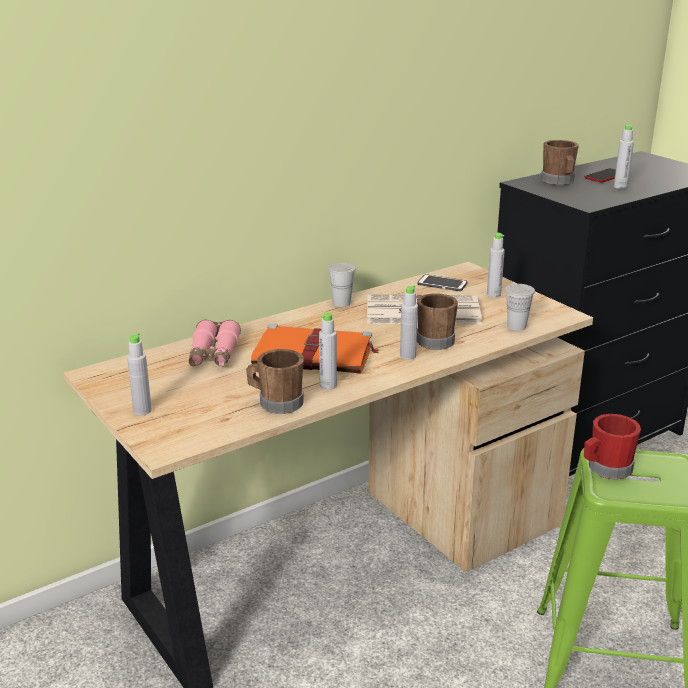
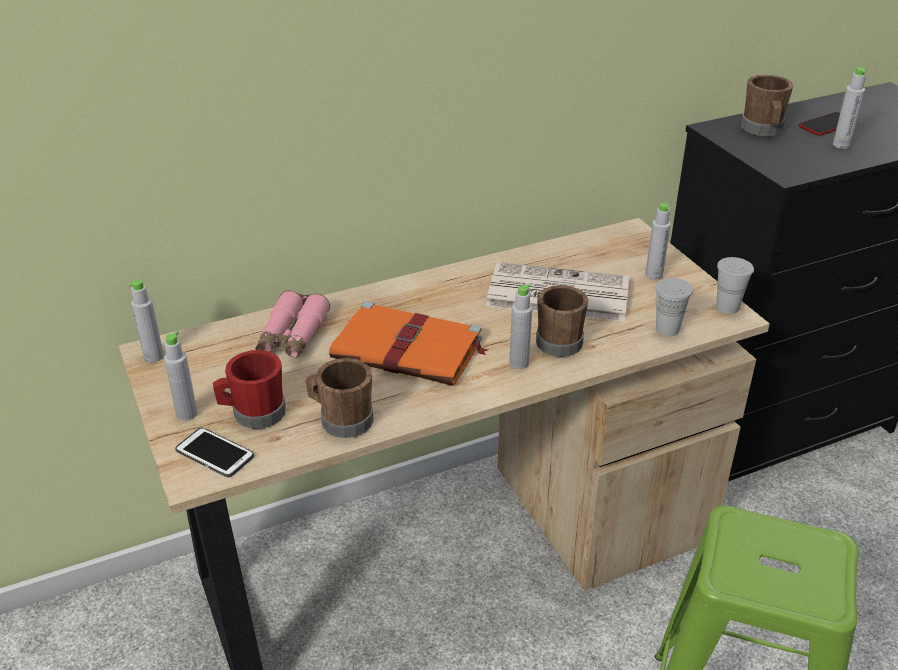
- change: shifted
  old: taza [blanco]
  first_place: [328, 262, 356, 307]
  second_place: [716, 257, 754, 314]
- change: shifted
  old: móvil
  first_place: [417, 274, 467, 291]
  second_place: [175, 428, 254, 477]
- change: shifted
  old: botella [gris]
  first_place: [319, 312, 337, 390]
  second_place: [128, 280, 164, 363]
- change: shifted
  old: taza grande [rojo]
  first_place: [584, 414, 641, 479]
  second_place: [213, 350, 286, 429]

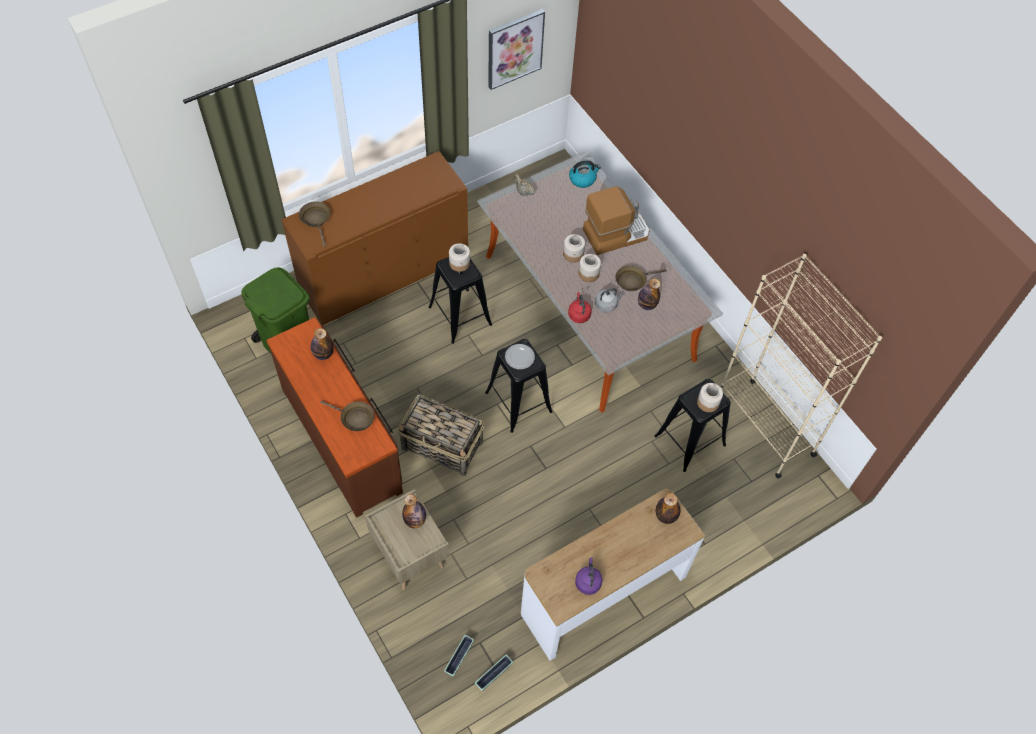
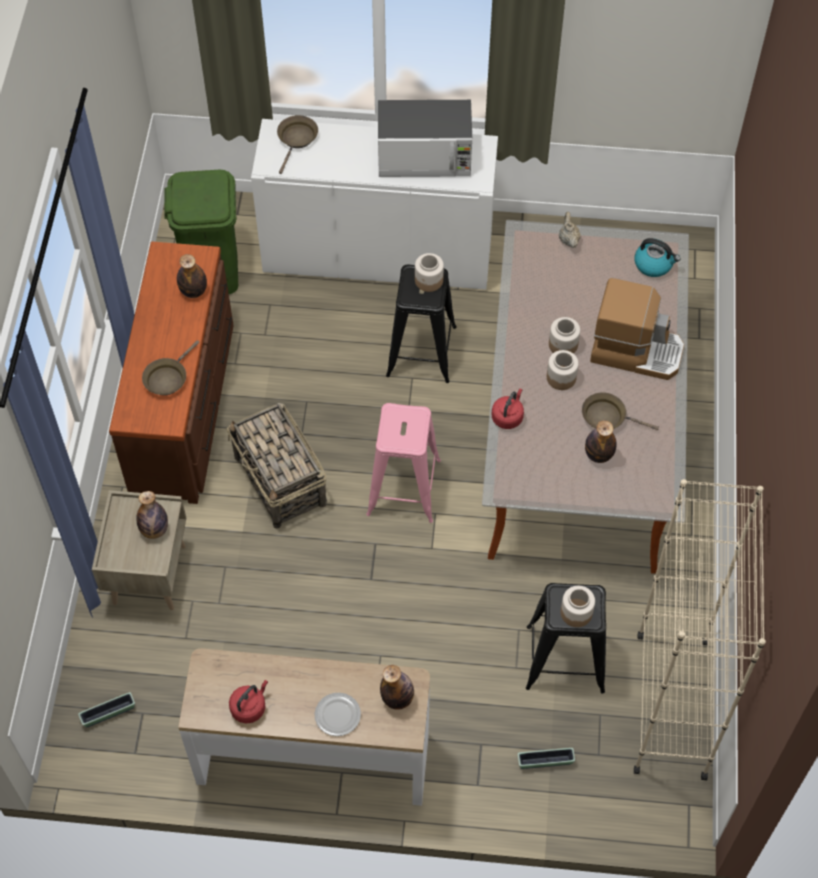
- change: gone
  old: cuadro
  first_place: [488, 9, 545, 90]
- change: repainted
  old: armario [marrón]
  new: armario [blanco]
  first_place: [281, 151, 468, 325]
  second_place: [251, 119, 498, 290]
- change: gone
  old: hervidor [gris]
  first_place: [595, 288, 625, 312]
- change: repainted
  old: taburete [negro]
  new: taburete [rosa]
  first_place: [485, 339, 553, 433]
  second_place: [366, 403, 441, 523]
- change: shifted
  old: plato
  first_place: [505, 344, 535, 369]
  second_place: [315, 693, 361, 736]
- change: rotated
  old: sartén [marrón]
  first_place: [320, 401, 375, 431]
  second_place: [142, 340, 199, 395]
  degrees: 60
- change: repainted
  old: hervidor [morado]
  new: hervidor [rojo]
  first_place: [575, 557, 602, 595]
  second_place: [229, 680, 268, 723]
- change: shifted
  old: maceta
  first_place: [475, 655, 513, 691]
  second_place: [518, 748, 575, 769]
- change: new
  new: microondas
  second_place: [378, 100, 472, 177]

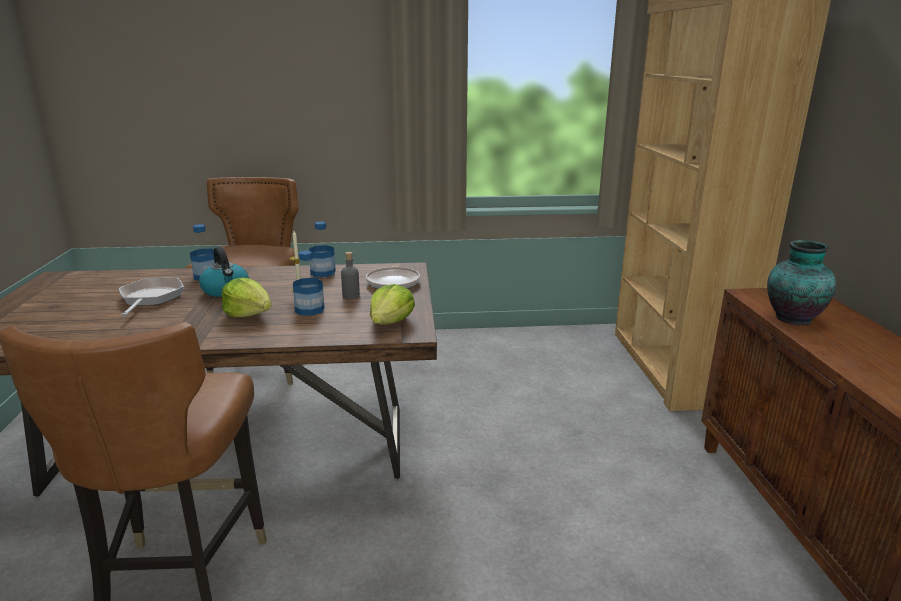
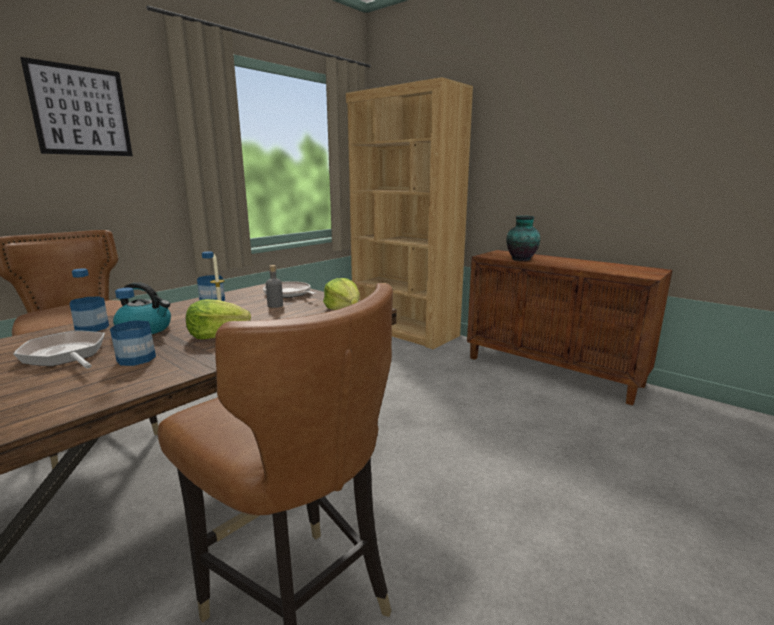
- change: shifted
  old: botella
  first_place: [293, 251, 324, 316]
  second_place: [110, 287, 156, 366]
- change: new
  new: cuadro
  second_place: [20, 57, 133, 156]

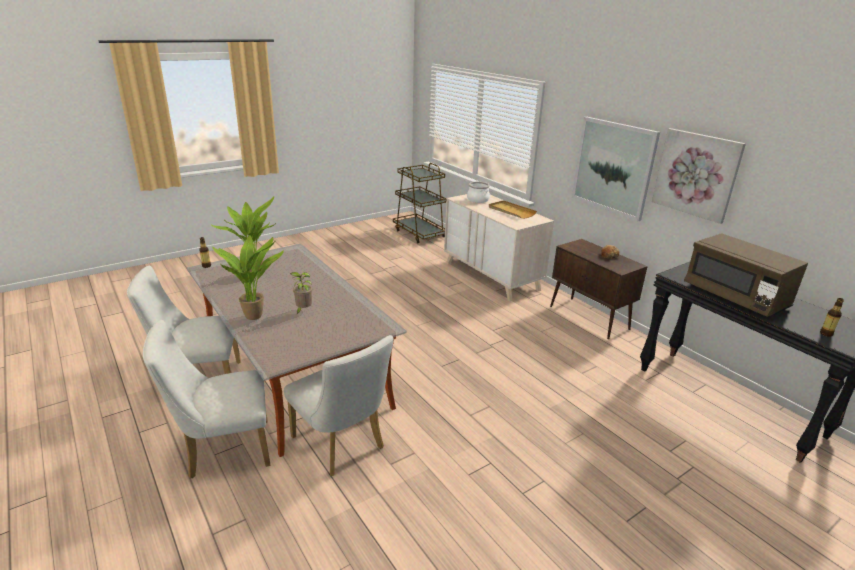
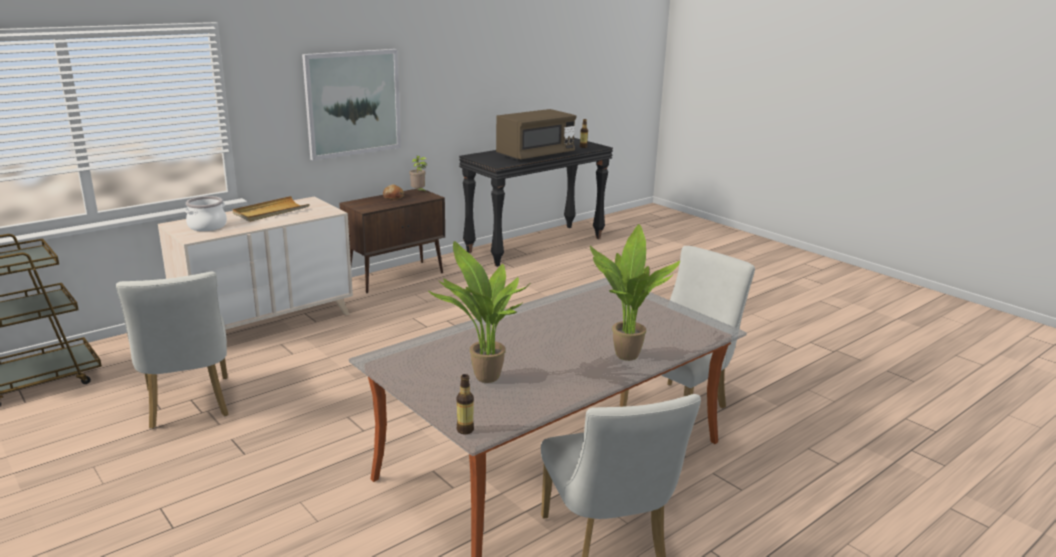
- change: gone
  old: cuadro
  first_place: [652, 128, 746, 224]
- change: shifted
  old: planta en maceta
  first_place: [290, 272, 312, 315]
  second_place: [410, 156, 427, 193]
- change: shifted
  old: silla [blanco]
  first_place: [143, 320, 270, 479]
  second_place: [116, 272, 229, 429]

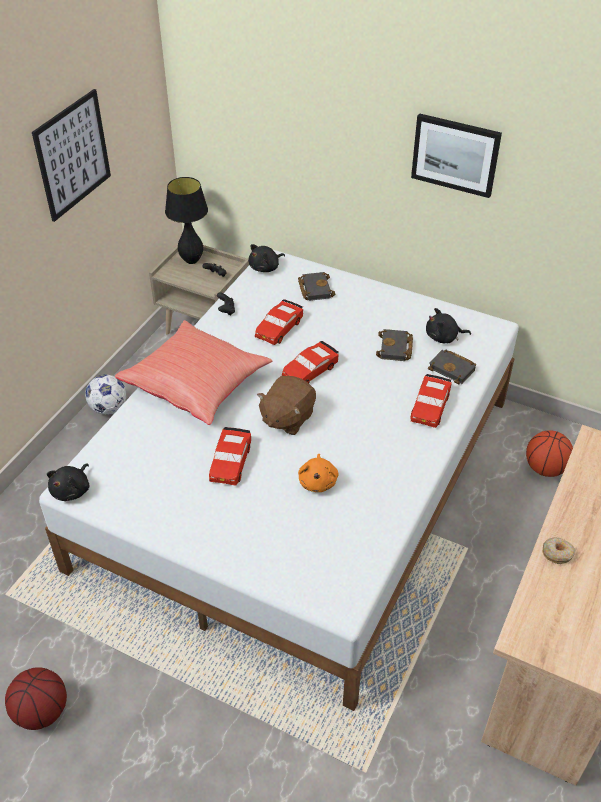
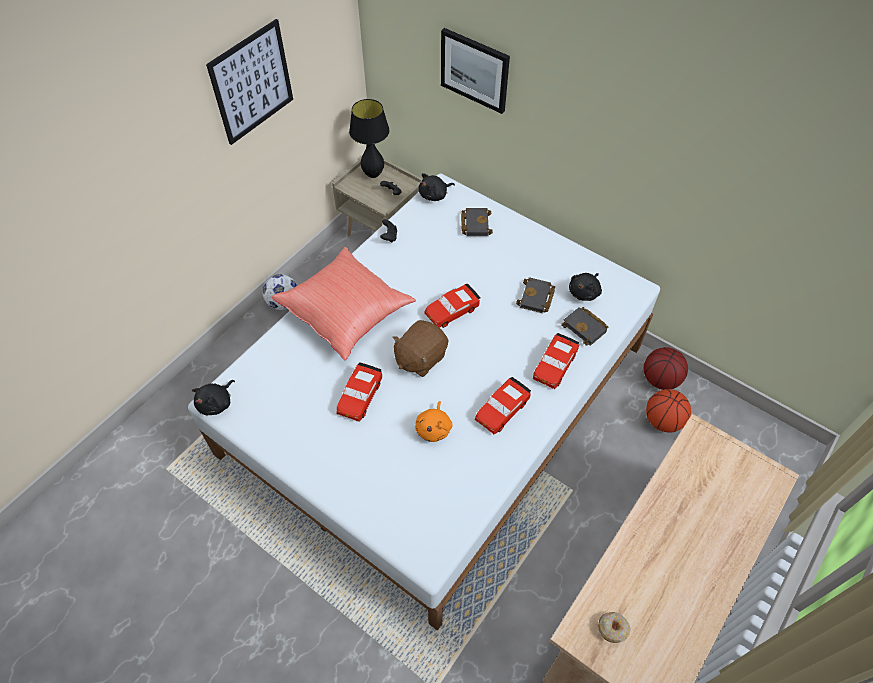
- change: shifted
  old: cuadro
  first_place: [411, 113, 502, 198]
  second_place: [441, 28, 510, 114]
- change: shifted
  old: coche de juguete [rojo]
  first_place: [255, 299, 303, 345]
  second_place: [475, 377, 531, 434]
- change: rotated
  old: peluche [negro]
  first_place: [426, 308, 471, 343]
  second_place: [569, 273, 602, 301]
  degrees: -60
- change: shifted
  old: rosquilla
  first_place: [543, 537, 575, 564]
  second_place: [598, 612, 631, 643]
- change: shifted
  old: balón de baloncesto
  first_place: [5, 667, 67, 730]
  second_place: [644, 347, 688, 390]

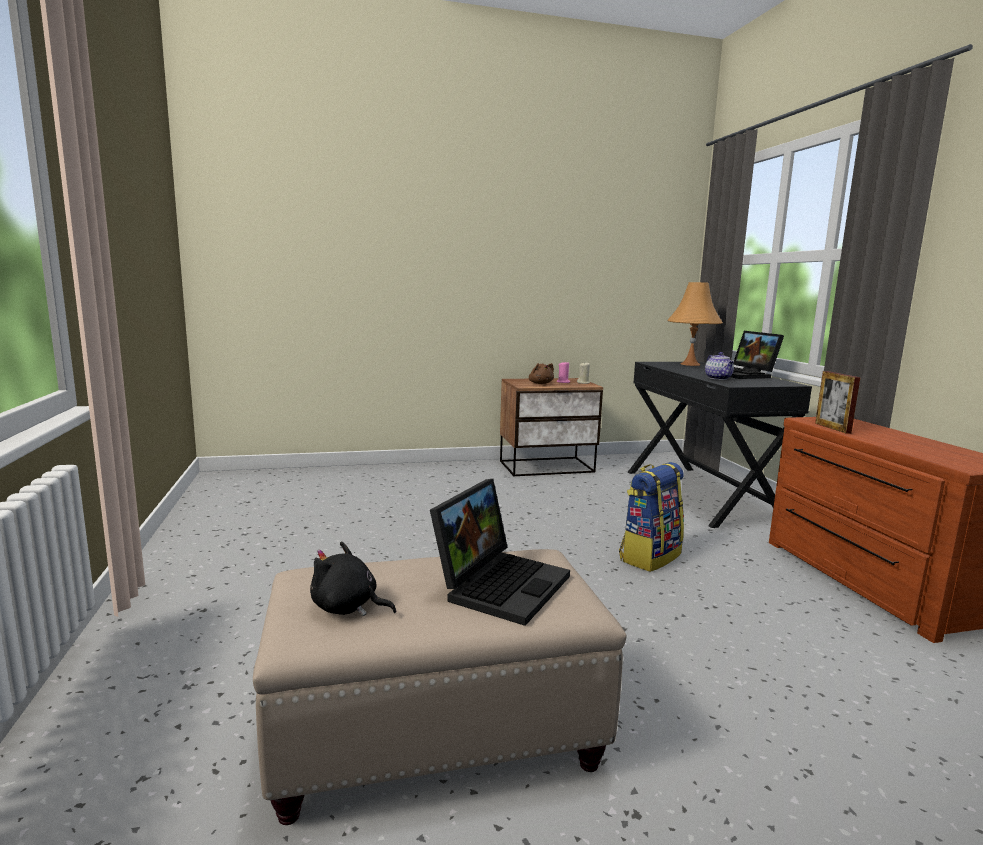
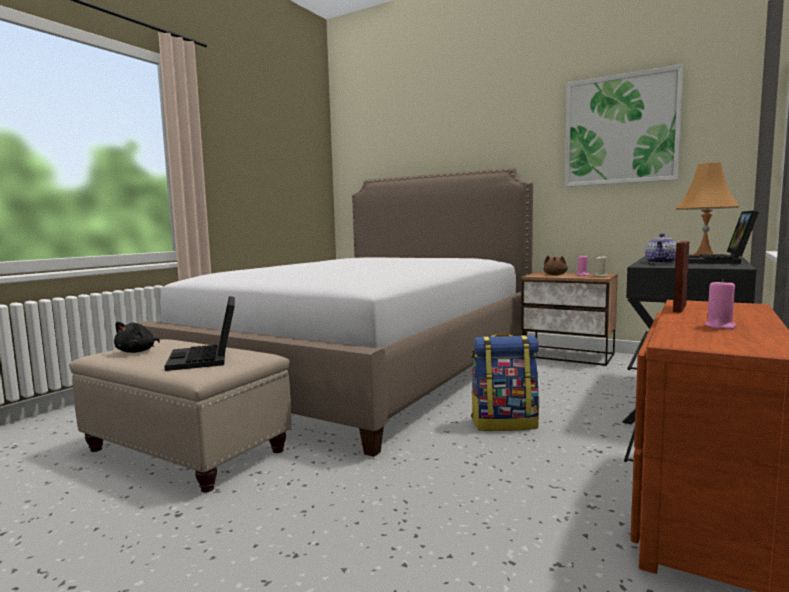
- change: rotated
  old: portátil
  first_place: [430, 479, 570, 626]
  second_place: [165, 296, 235, 371]
  degrees: 90
- change: rotated
  old: peluche [negro]
  first_place: [310, 541, 396, 616]
  second_place: [114, 322, 160, 353]
  degrees: -135
- change: new
  new: cuadro
  second_place: [565, 64, 684, 187]
- change: new
  new: cama
  second_place: [138, 167, 533, 457]
- change: new
  new: vela [rosa]
  second_place: [704, 279, 737, 330]

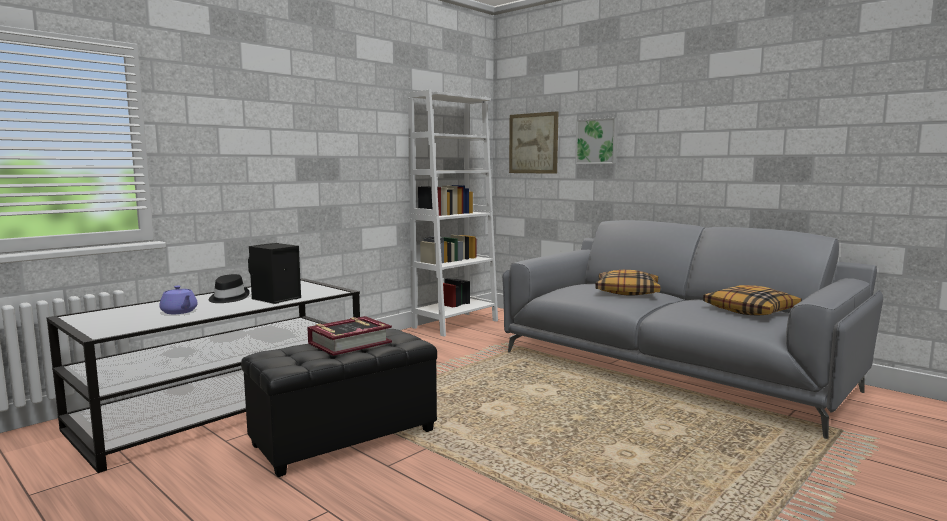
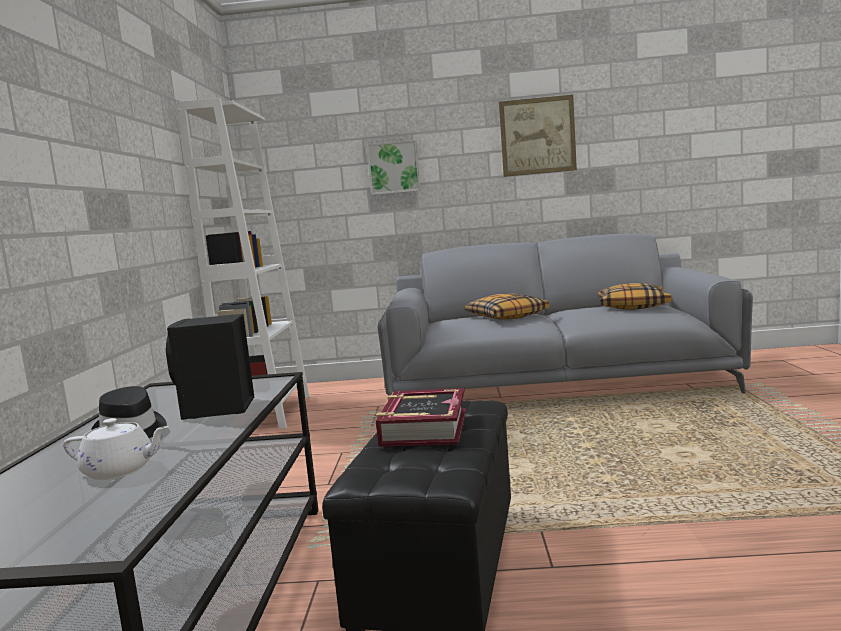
- change: shifted
  old: cuadro
  first_place: [509, 111, 558, 174]
  second_place: [499, 95, 577, 177]
- change: repainted
  old: tetera [morado]
  new: tetera [blanco]
  first_place: [159, 285, 197, 314]
  second_place: [63, 418, 169, 480]

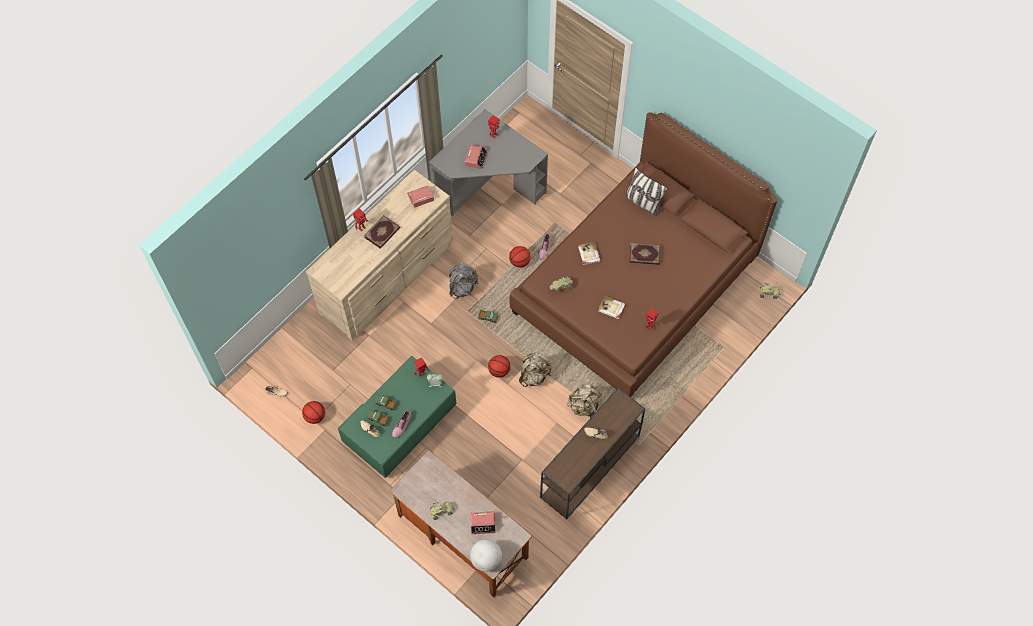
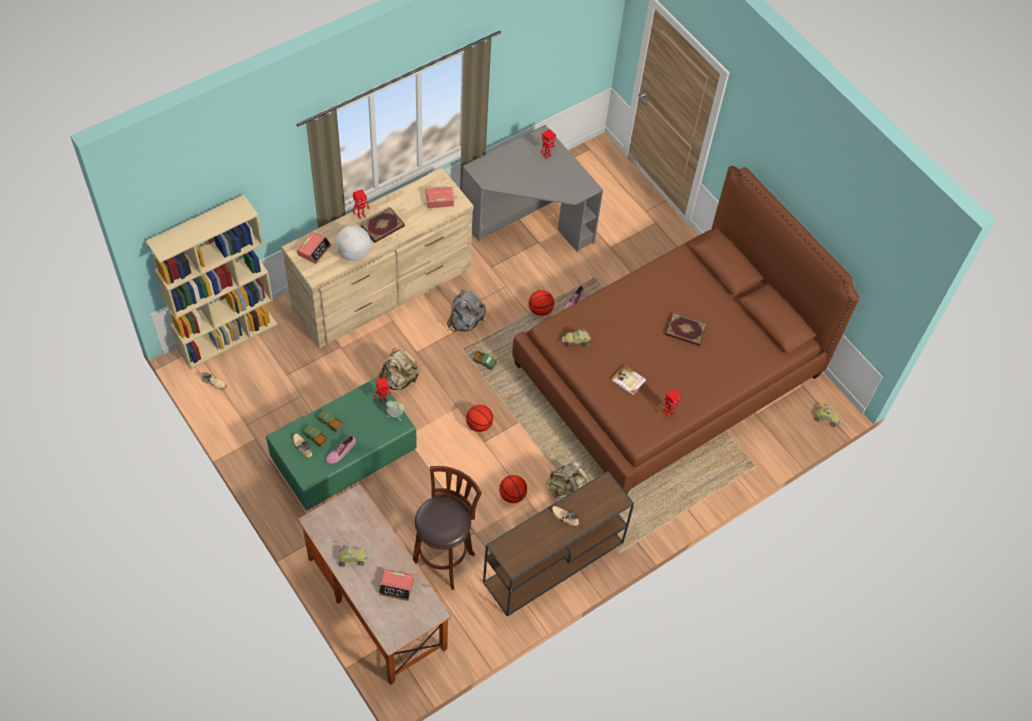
- change: shifted
  old: despertador
  first_place: [465, 145, 487, 169]
  second_place: [297, 232, 331, 264]
- change: gone
  old: cojín
  first_place: [624, 167, 668, 216]
- change: gone
  old: libro
  first_place: [578, 242, 601, 265]
- change: shifted
  old: mochila [beis]
  first_place: [519, 353, 552, 387]
  second_place: [378, 348, 420, 390]
- change: shifted
  old: balón de baloncesto
  first_place: [302, 401, 325, 424]
  second_place: [499, 475, 527, 503]
- change: shifted
  old: globo terráqueo
  first_place: [470, 539, 502, 572]
  second_place: [336, 226, 371, 261]
- change: new
  new: estantería [beis]
  second_place: [146, 194, 277, 369]
- change: new
  new: taburete [marrón]
  second_place: [413, 466, 482, 590]

